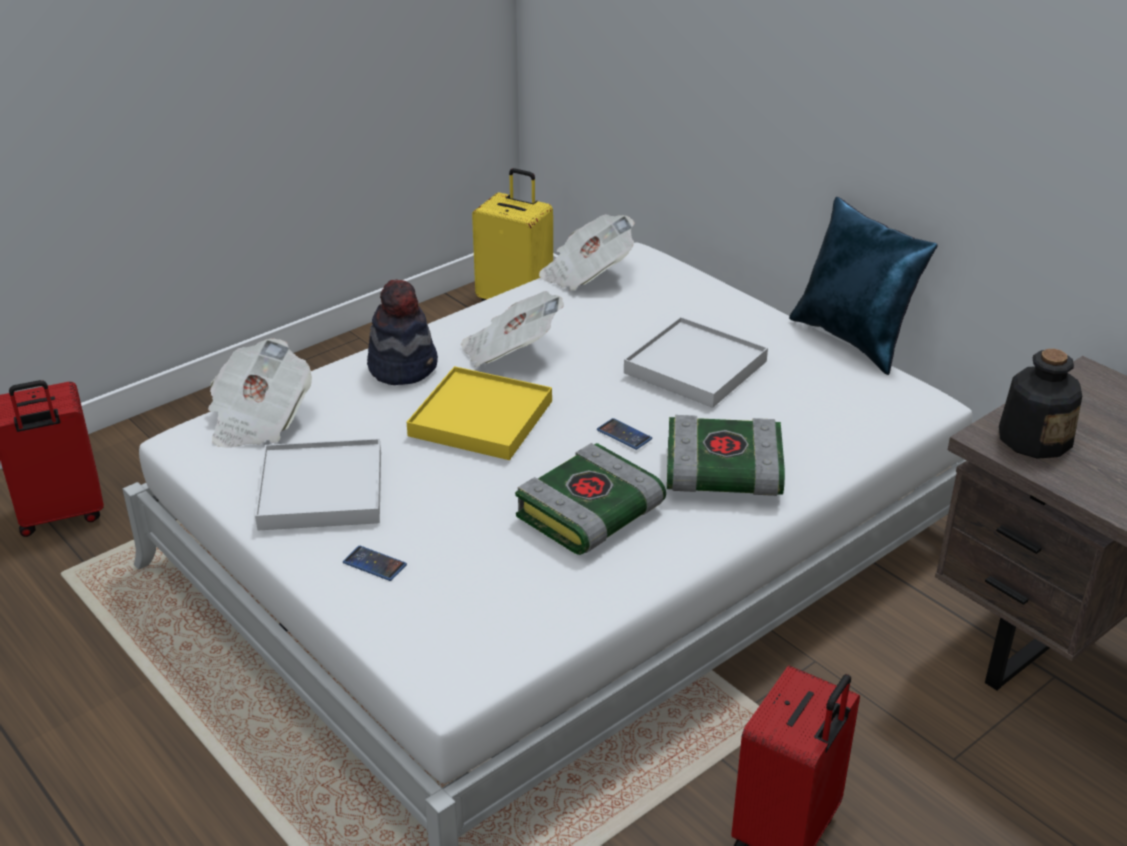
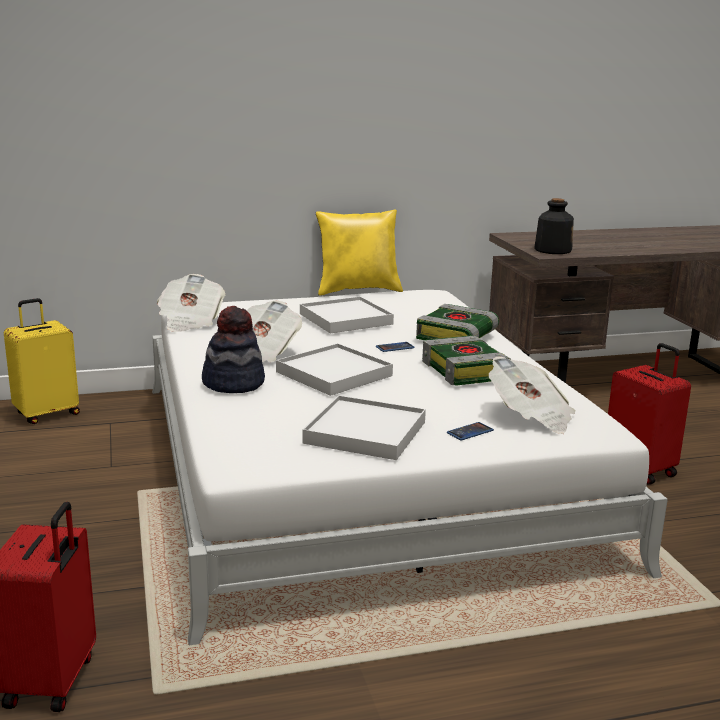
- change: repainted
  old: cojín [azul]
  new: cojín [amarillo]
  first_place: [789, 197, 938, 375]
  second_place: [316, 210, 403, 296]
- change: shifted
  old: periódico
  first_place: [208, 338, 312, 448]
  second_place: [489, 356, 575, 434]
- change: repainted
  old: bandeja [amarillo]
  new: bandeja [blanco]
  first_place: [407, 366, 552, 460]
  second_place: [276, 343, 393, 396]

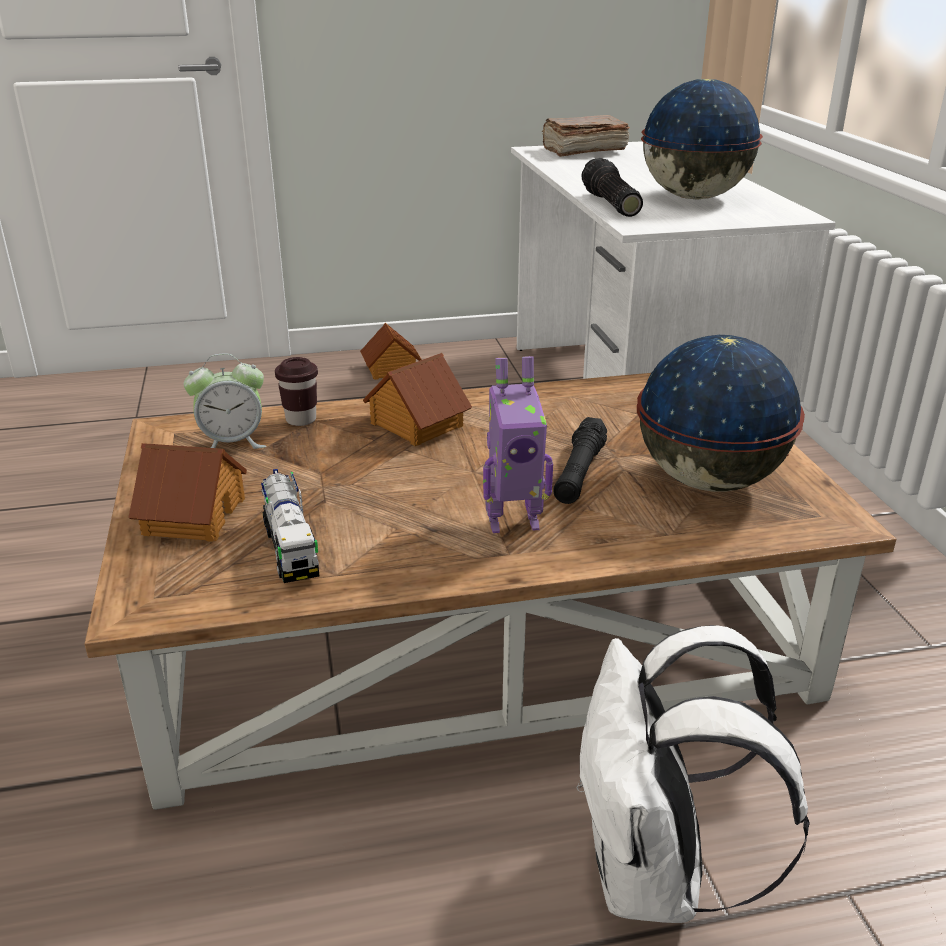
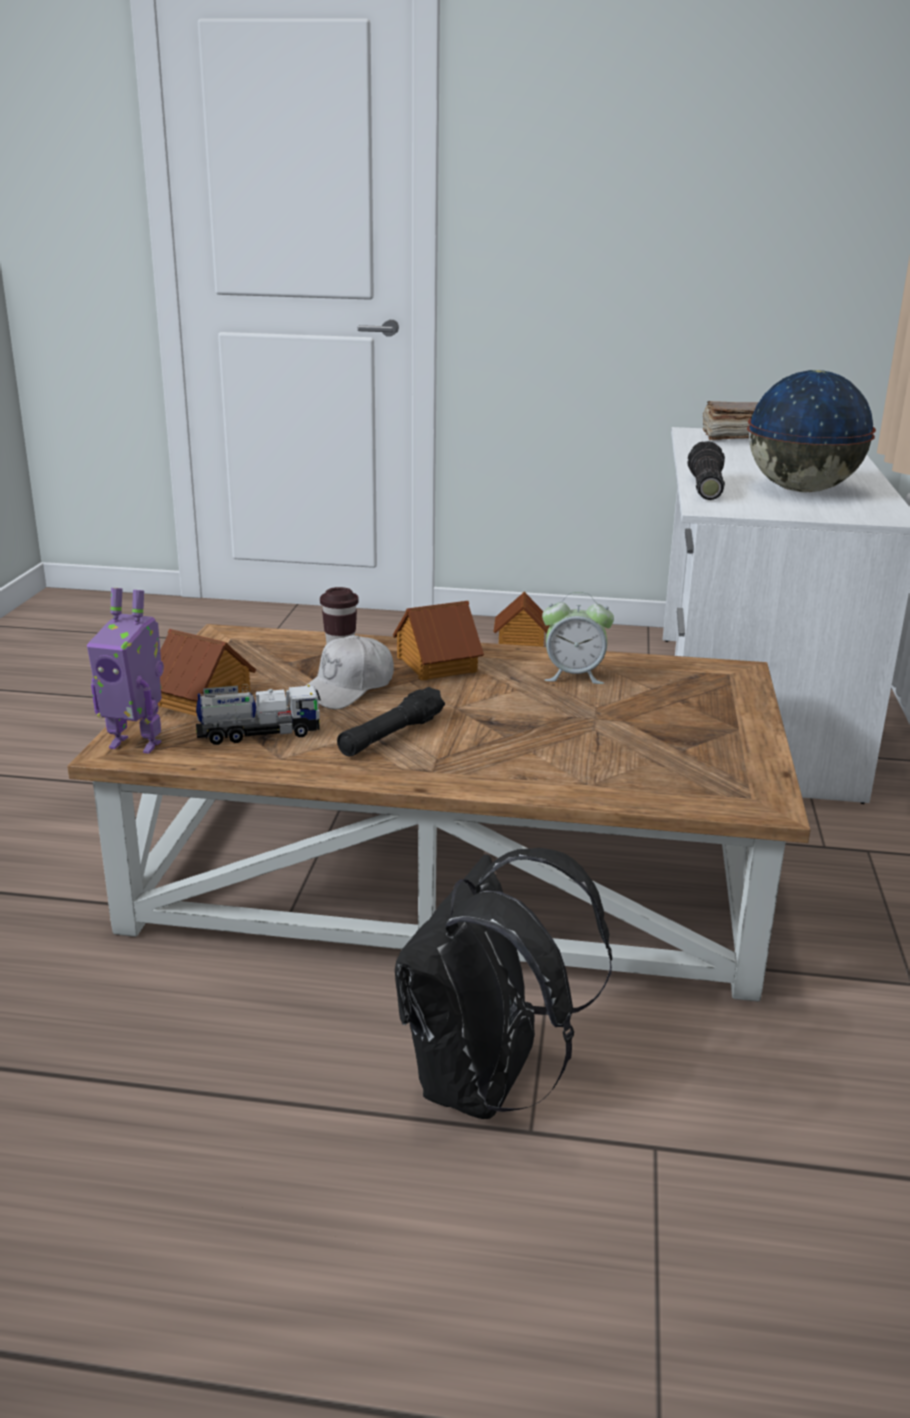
- change: gone
  old: globo terráqueo
  first_place: [637, 335, 805, 492]
- change: shifted
  old: despertador
  first_place: [184, 354, 266, 449]
  second_place: [542, 592, 614, 684]
- change: shifted
  old: robot de juguete
  first_place: [483, 356, 553, 533]
  second_place: [87, 588, 164, 754]
- change: shifted
  old: linterna [negro]
  first_place: [554, 417, 607, 504]
  second_place: [337, 687, 445, 756]
- change: rotated
  old: camión de juguete
  first_place: [261, 469, 319, 583]
  second_place: [196, 684, 321, 745]
  degrees: -105
- change: repainted
  old: mochila [blanco]
  new: mochila [negro]
  first_place: [576, 625, 809, 923]
  second_place: [395, 848, 612, 1119]
- change: new
  new: gorra [blanco]
  second_place: [305, 635, 394, 710]

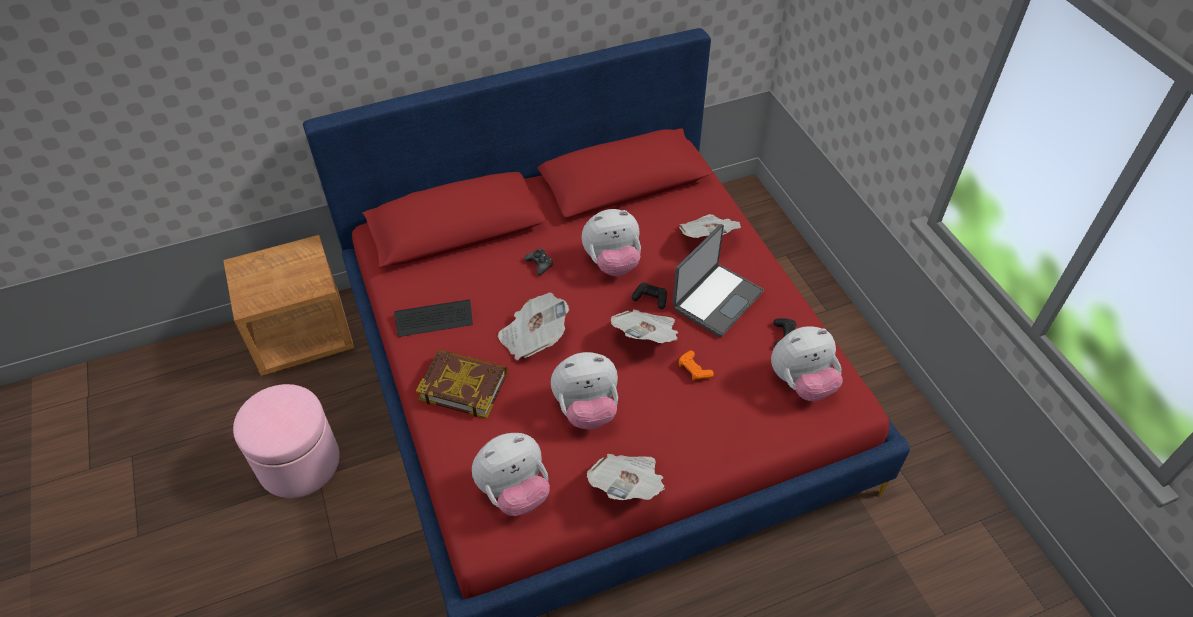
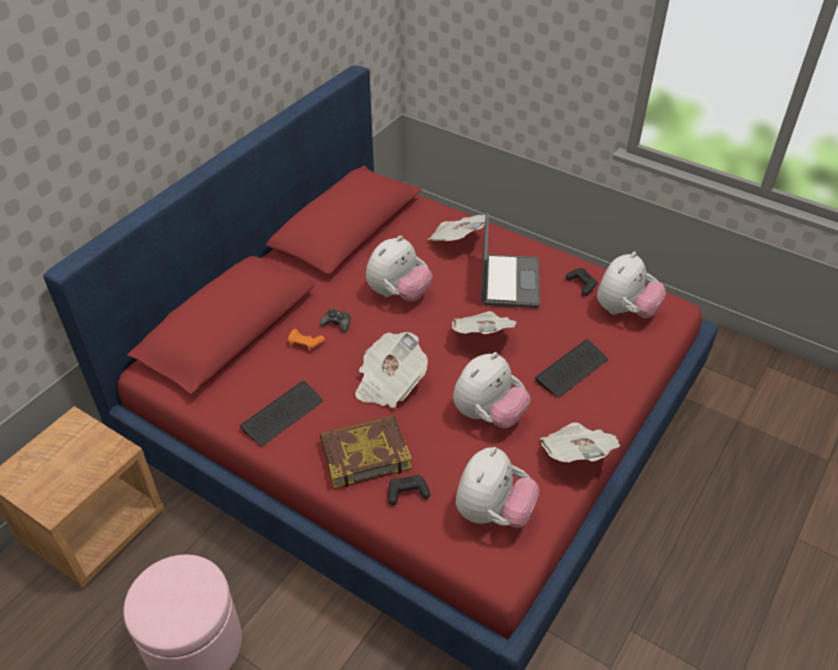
- change: shifted
  old: mando de consola [negro]
  first_place: [632, 282, 667, 309]
  second_place: [388, 475, 430, 505]
- change: shifted
  old: mando de consola [naranja]
  first_place: [679, 351, 714, 380]
  second_place: [288, 329, 325, 351]
- change: new
  new: teclado
  second_place: [535, 340, 608, 398]

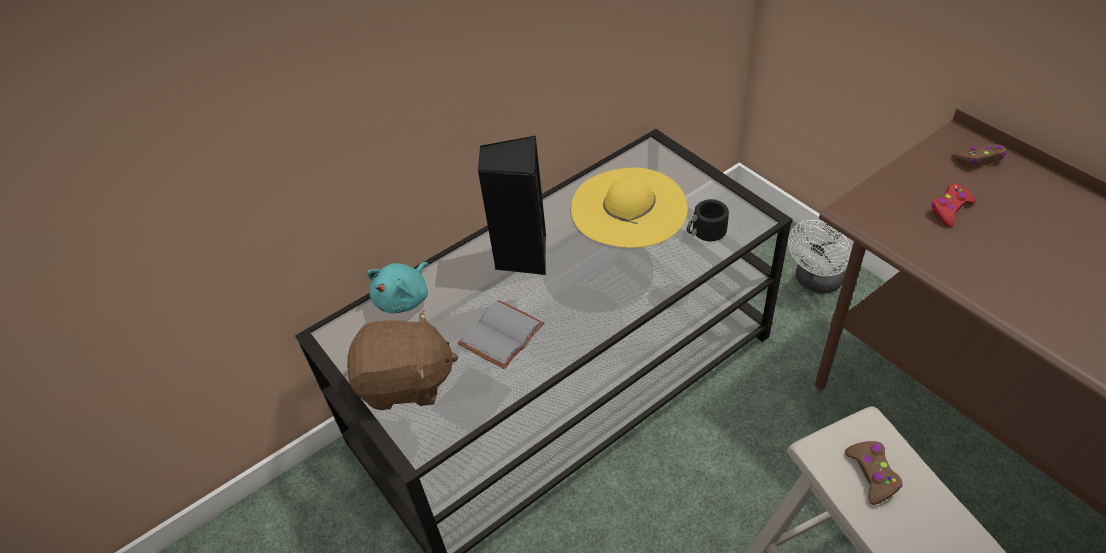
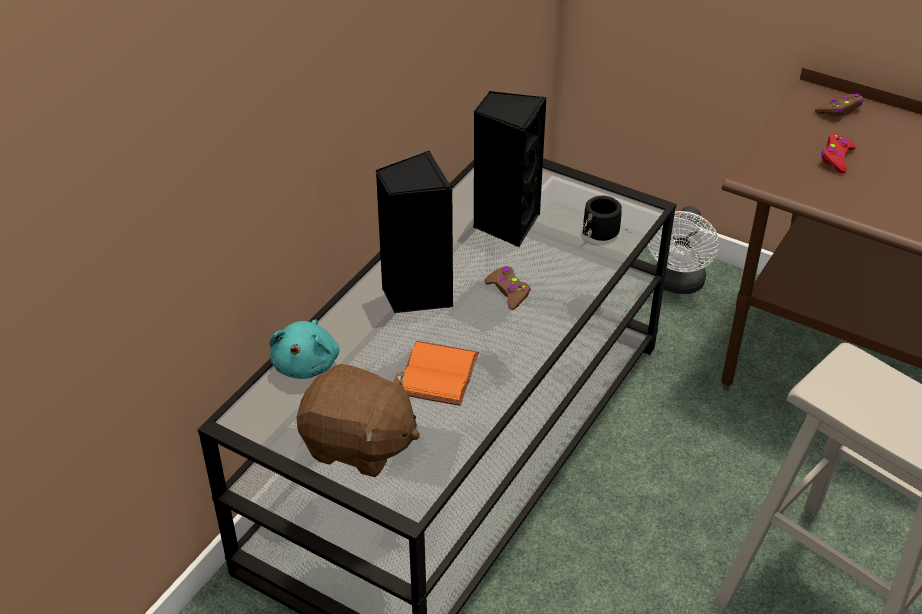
- change: swapped
  old: sombrero [amarillo]
  new: altavoz [negro]
  first_place: [571, 168, 688, 248]
  second_place: [473, 91, 546, 247]
- change: repainted
  old: libro [gris]
  new: libro [naranja]
  first_place: [458, 300, 544, 369]
  second_place: [403, 341, 479, 406]
- change: rotated
  old: peluche [marrón]
  first_place: [347, 310, 458, 410]
  second_place: [297, 364, 420, 477]
  degrees: 45
- change: shifted
  old: mando de consola [marrón]
  first_place: [845, 441, 902, 505]
  second_place: [484, 266, 531, 310]

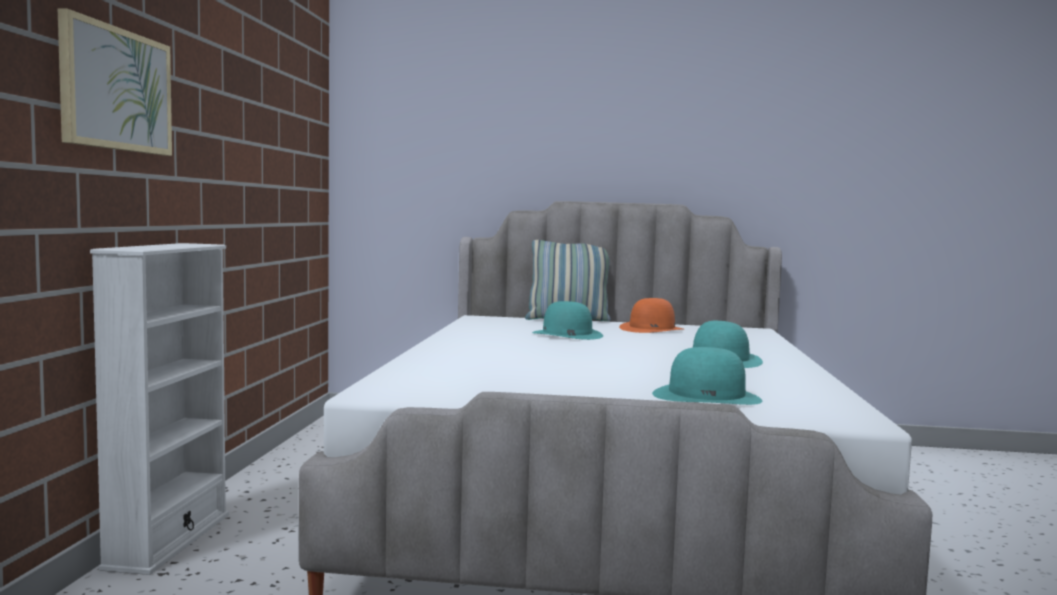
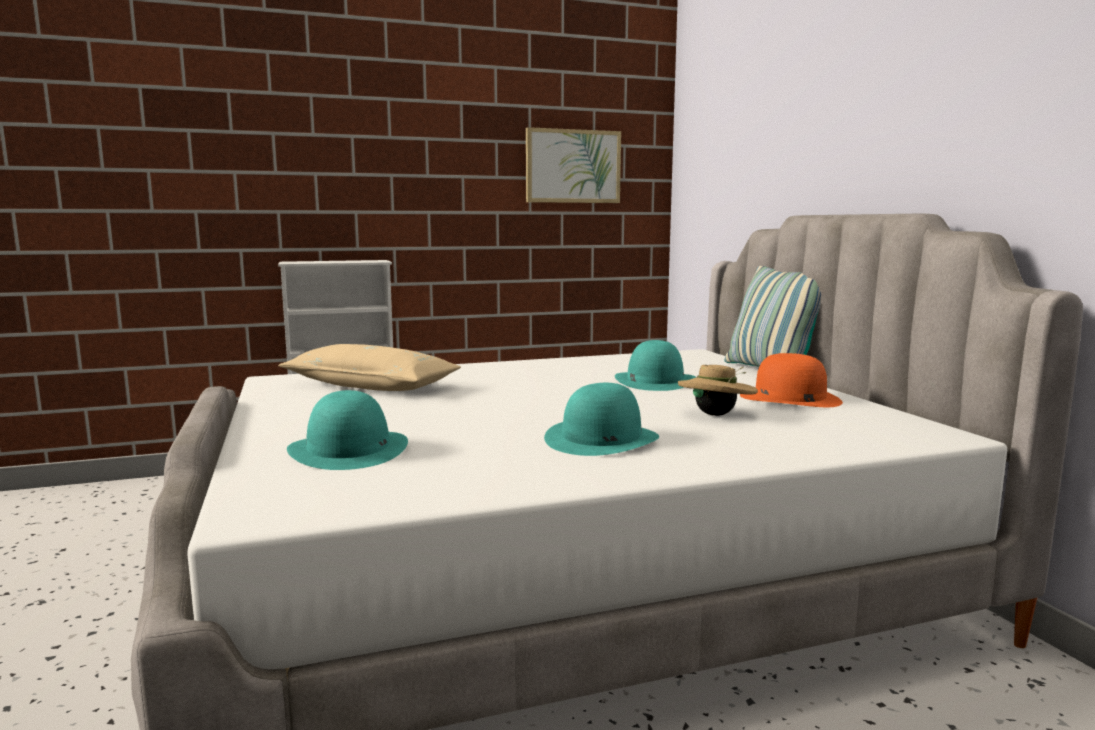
- change: shifted
  old: cuadro
  first_place: [58, 8, 172, 156]
  second_place: [526, 127, 621, 203]
- change: new
  new: cojín [beis]
  second_place: [278, 344, 461, 391]
- change: new
  new: sombrero [beis]
  second_place: [678, 365, 758, 416]

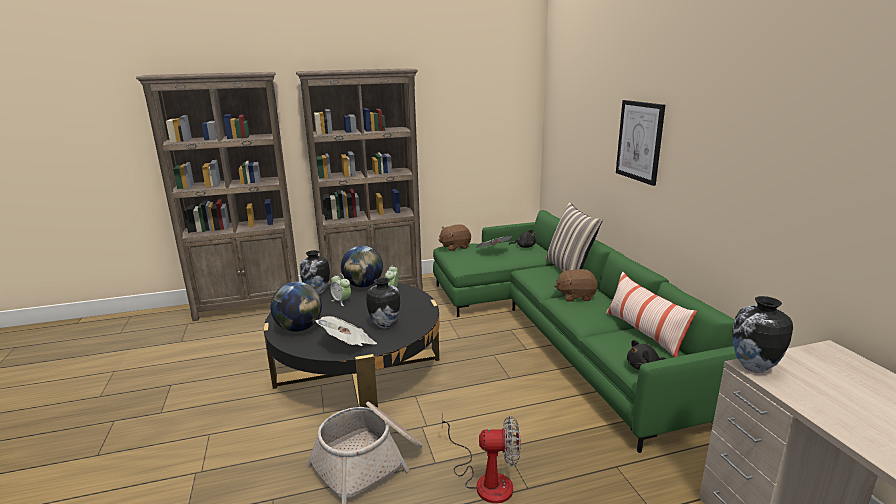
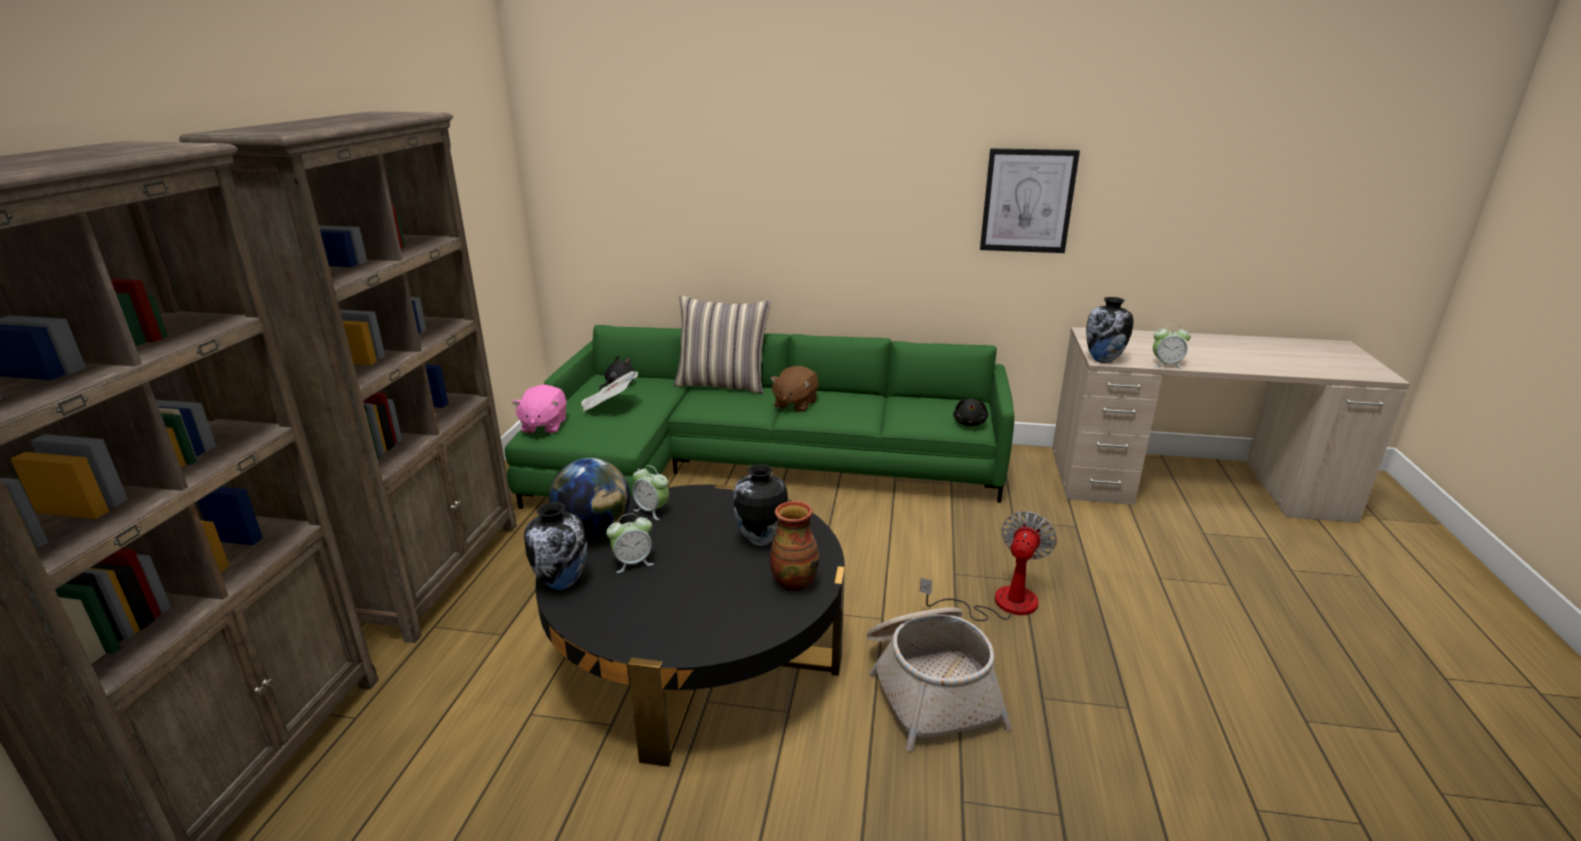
- change: shifted
  old: cuadro
  first_place: [616, 100, 665, 186]
  second_place: [980, 148, 1080, 253]
- change: repainted
  old: peluche [marrón]
  new: peluche [rosa]
  first_place: [439, 224, 471, 251]
  second_place: [512, 384, 567, 434]
- change: gone
  old: cojín
  first_place: [606, 272, 697, 357]
- change: gone
  old: globo terráqueo
  first_place: [270, 282, 322, 332]
- change: swapped
  old: periódico
  new: florero
  first_place: [315, 316, 377, 346]
  second_place: [770, 501, 819, 591]
- change: new
  new: despertador
  second_place: [1153, 324, 1191, 369]

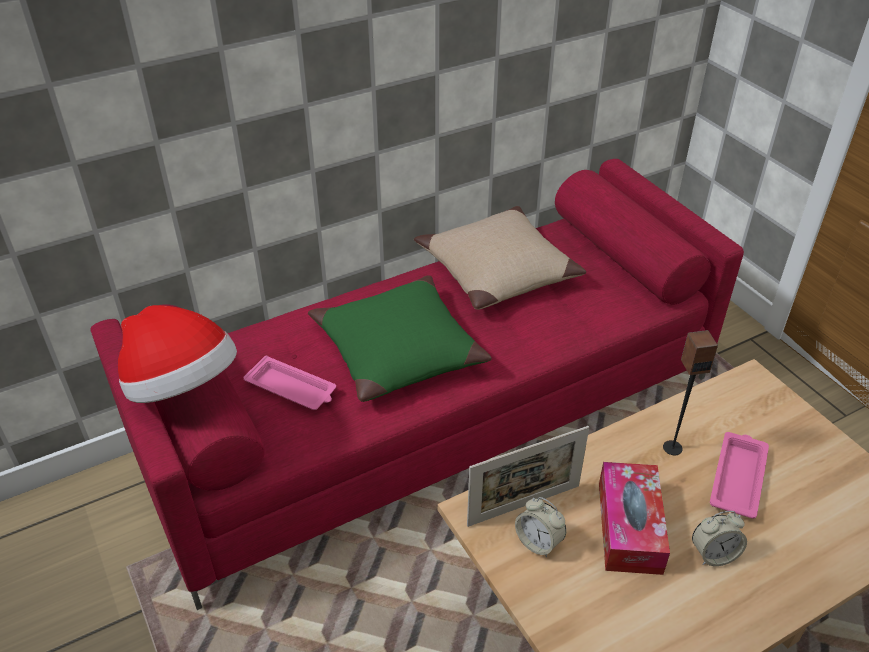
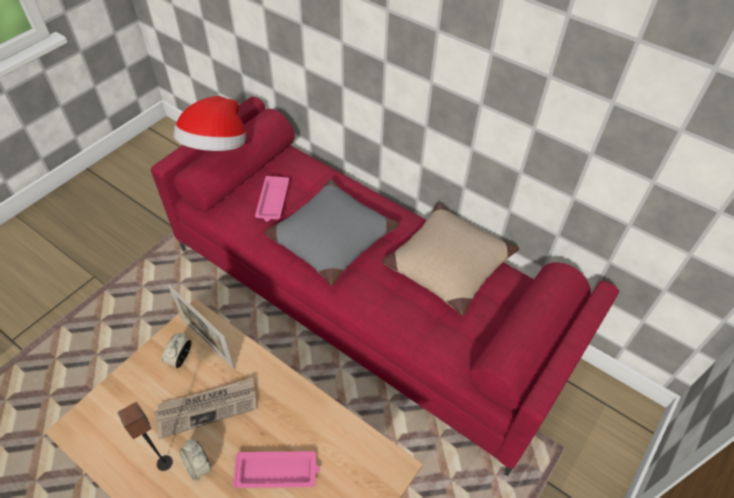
- change: repainted
  old: cojín [verde]
  new: cojín [gris]
  first_place: [308, 275, 492, 402]
  second_place: [264, 179, 400, 286]
- change: shifted
  old: altavoz
  first_place: [663, 330, 718, 455]
  second_place: [117, 402, 173, 471]
- change: swapped
  old: caja de pañuelos
  new: periódico
  first_place: [599, 462, 670, 575]
  second_place: [154, 378, 257, 439]

